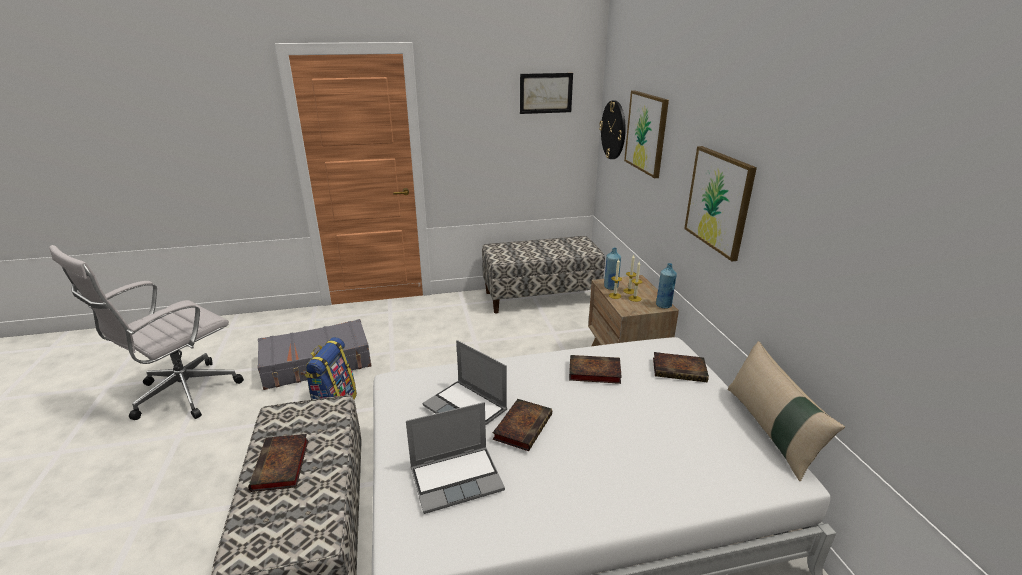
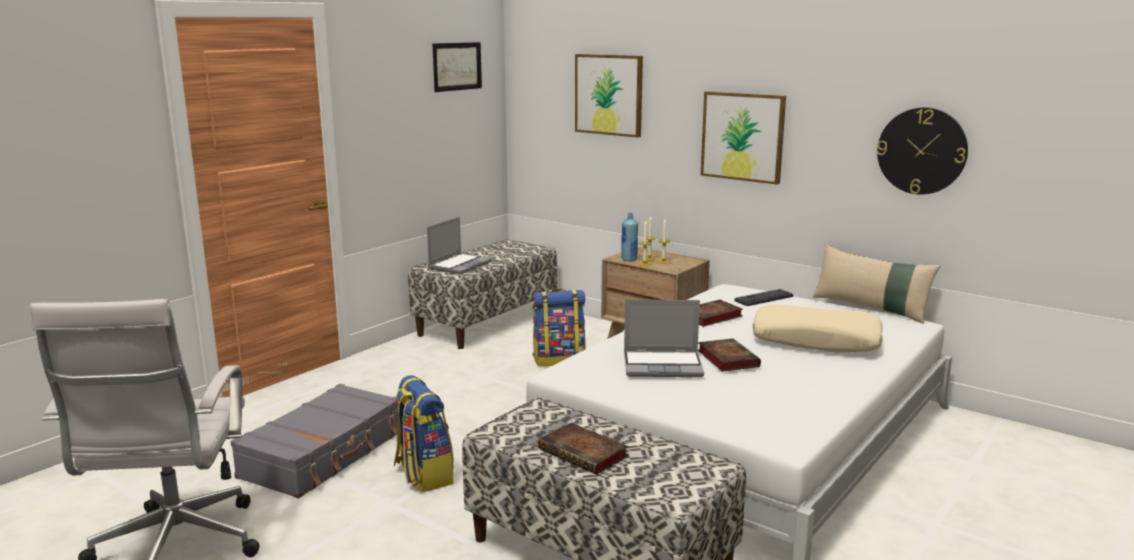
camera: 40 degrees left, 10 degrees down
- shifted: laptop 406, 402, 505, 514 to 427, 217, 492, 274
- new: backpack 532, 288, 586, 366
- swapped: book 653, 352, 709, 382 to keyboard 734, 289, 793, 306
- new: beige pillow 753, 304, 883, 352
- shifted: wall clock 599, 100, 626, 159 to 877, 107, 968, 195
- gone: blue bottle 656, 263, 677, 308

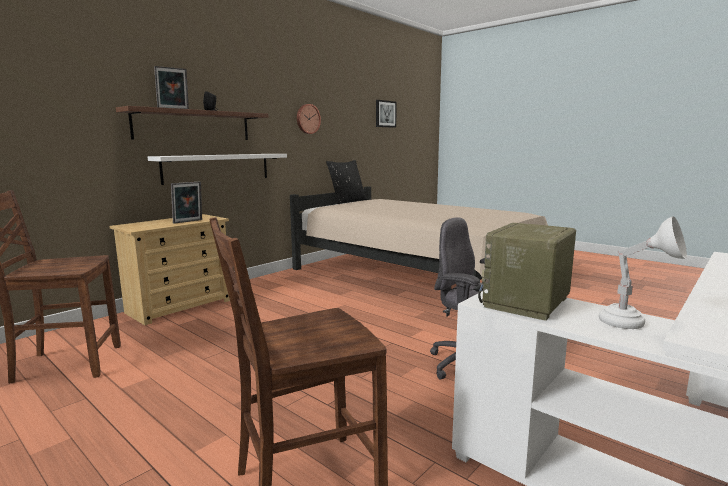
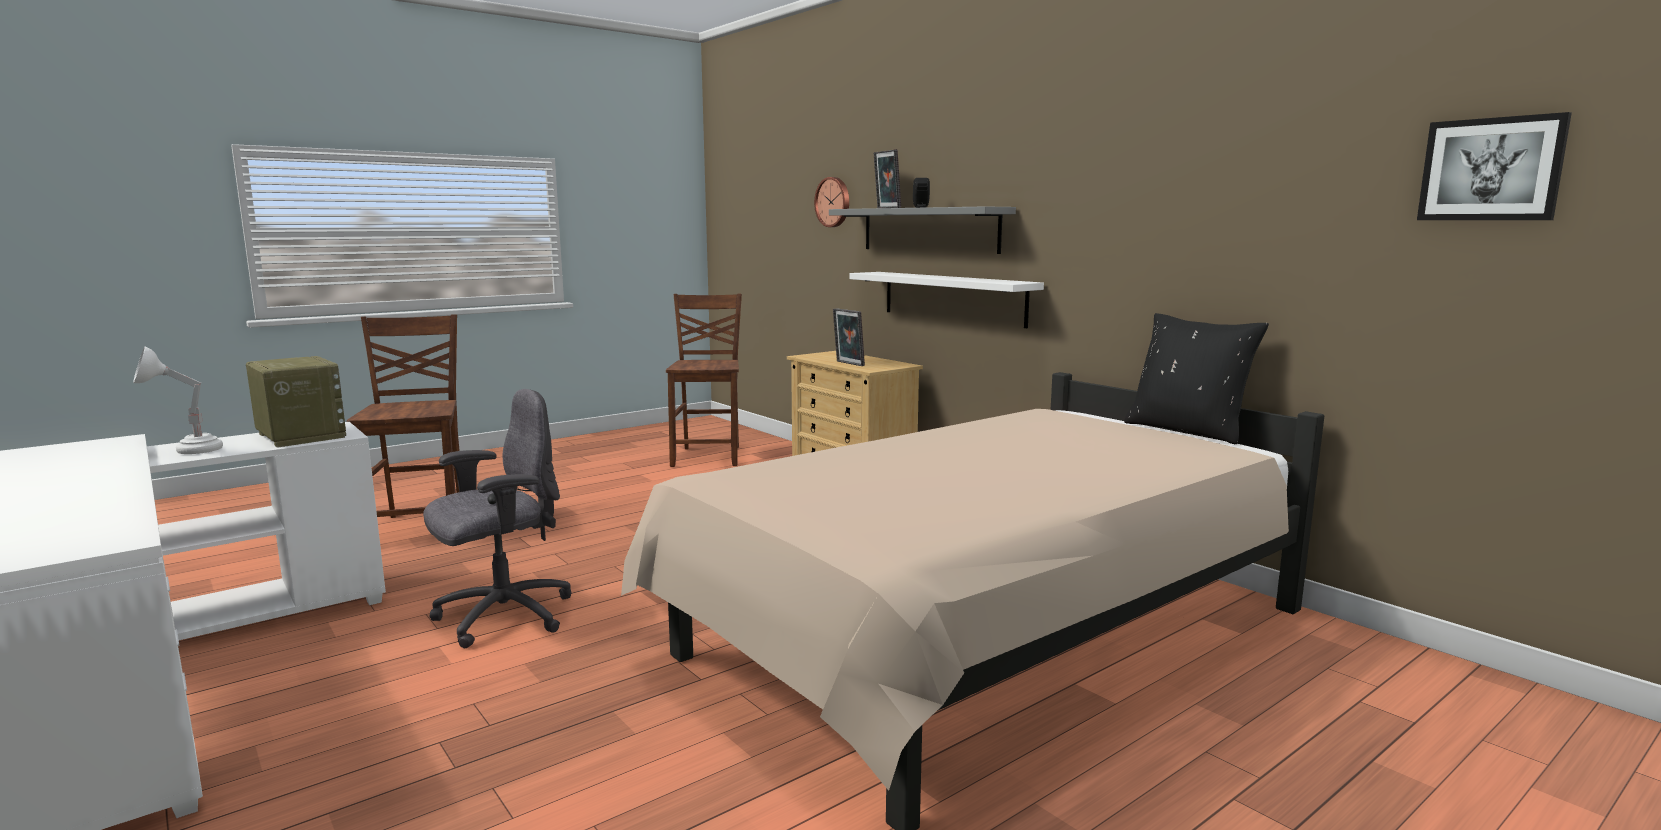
camera: 100 degrees right, 0 degrees up
- shifted: wall clock 297, 104, 321, 134 to 814, 177, 849, 227
- repainted: brown shelf 116, 106, 268, 140 to grey shelf 829, 206, 1016, 254

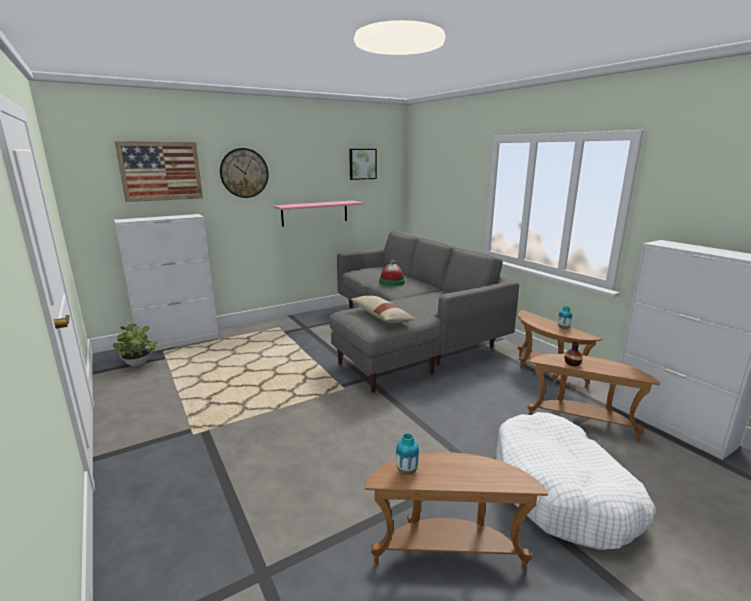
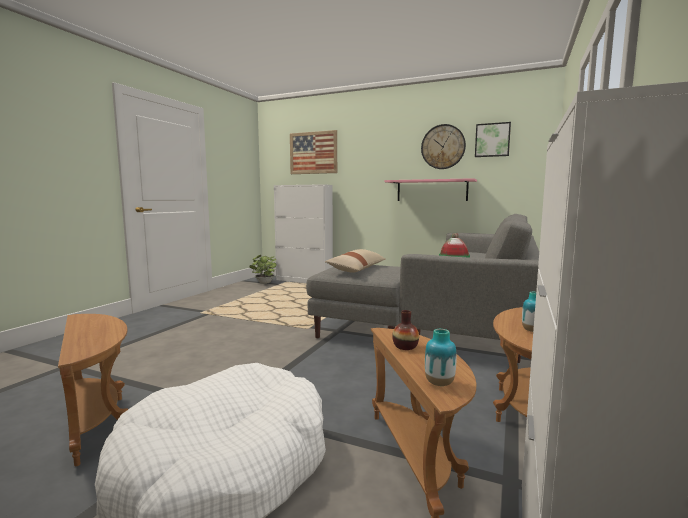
camera: 55 degrees right, 10 degrees down
- shifted: wall clock 220, 148, 269, 198 to 421, 124, 466, 169
- shifted: vase 396, 433, 419, 475 to 425, 329, 456, 386

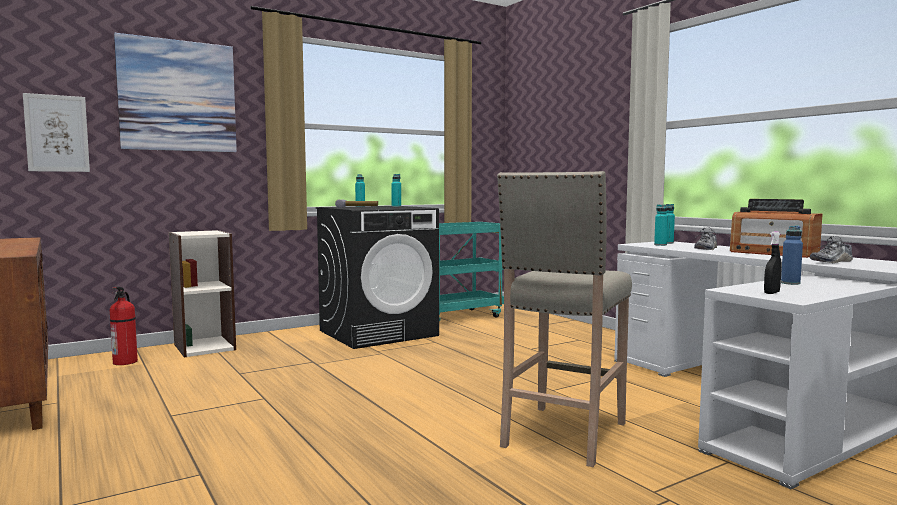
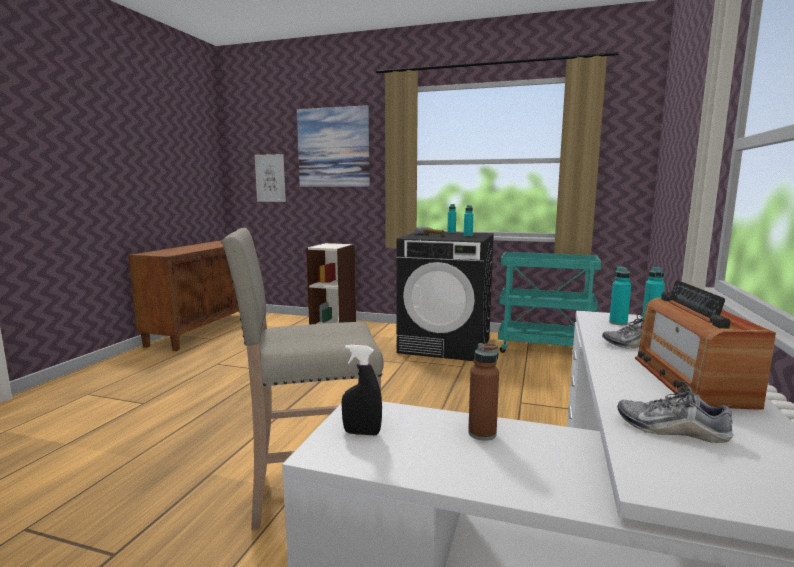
camera: 50 degrees right, 5 degrees up
- repainted: blue bottle 781, 226, 803, 285 to brown bottle 468, 343, 499, 441
- gone: fire extinguisher 110, 287, 138, 365

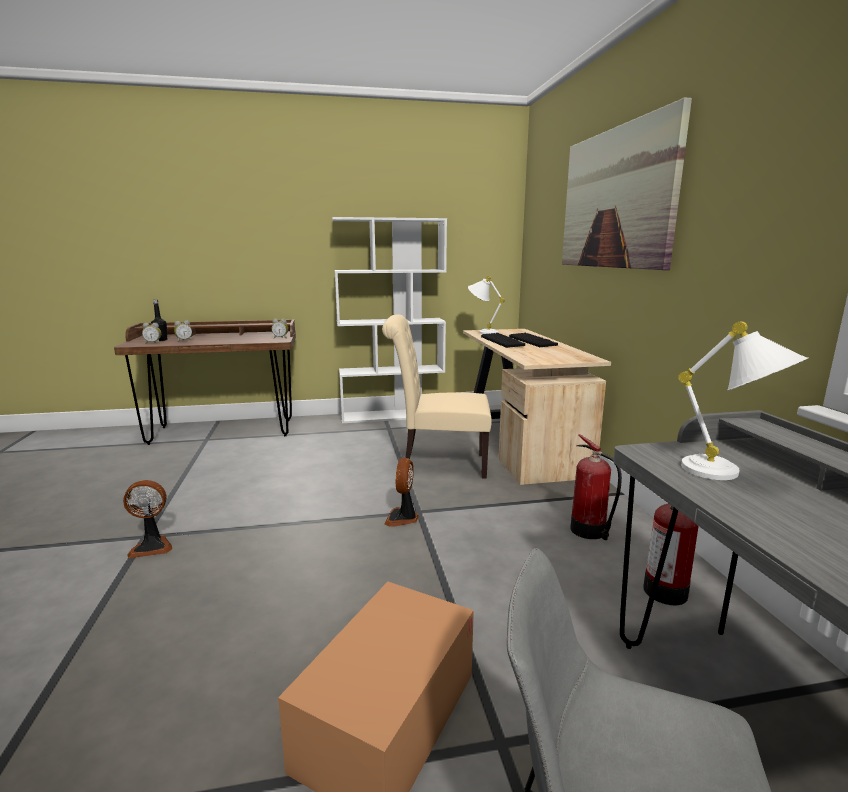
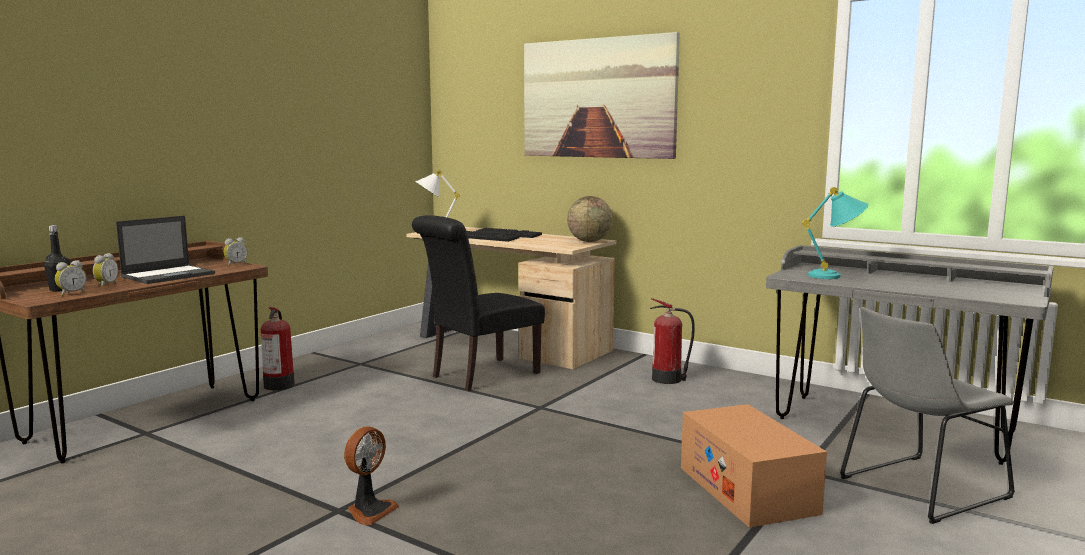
camera: 45 degrees left, 5 degrees down
- new: laptop 116, 216, 215, 284
- shifted: fire extinguisher 643, 504, 699, 605 to 261, 307, 295, 390
- repainted: beige chair 382, 314, 492, 478 to black chair 412, 215, 545, 391
- new: globe 567, 196, 613, 242
- repainted: white table lamp 678, 321, 808, 480 to turquoise table lamp 802, 187, 869, 279
- gone: white bookcase 332, 217, 447, 423
- gone: fan 385, 458, 419, 527

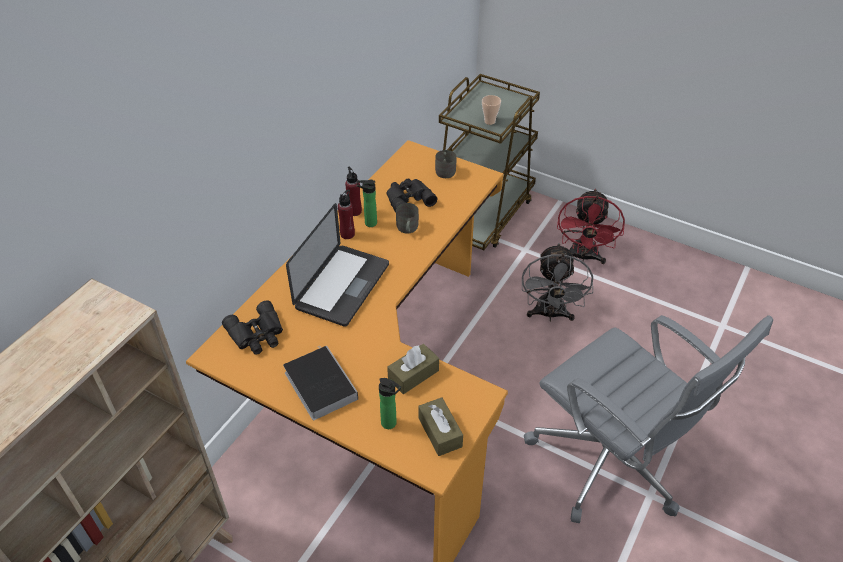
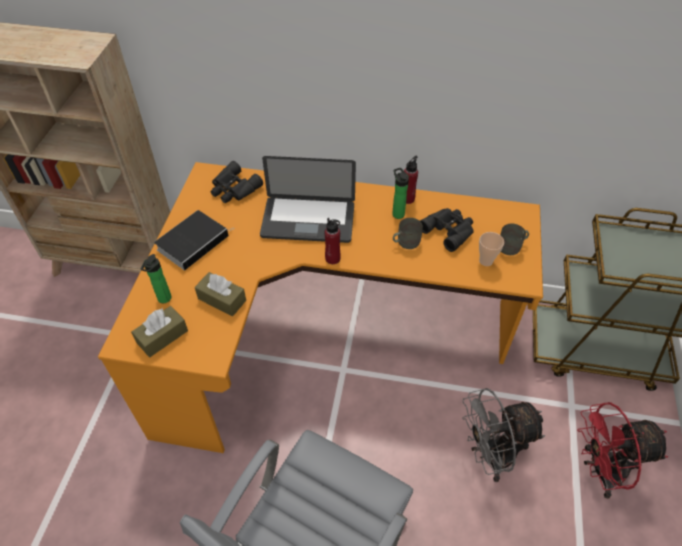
camera: 70 degrees right, 5 degrees up
- shifted: red bottle 338, 189, 355, 239 to 324, 218, 341, 264
- shifted: cup 482, 95, 501, 125 to 479, 232, 504, 266

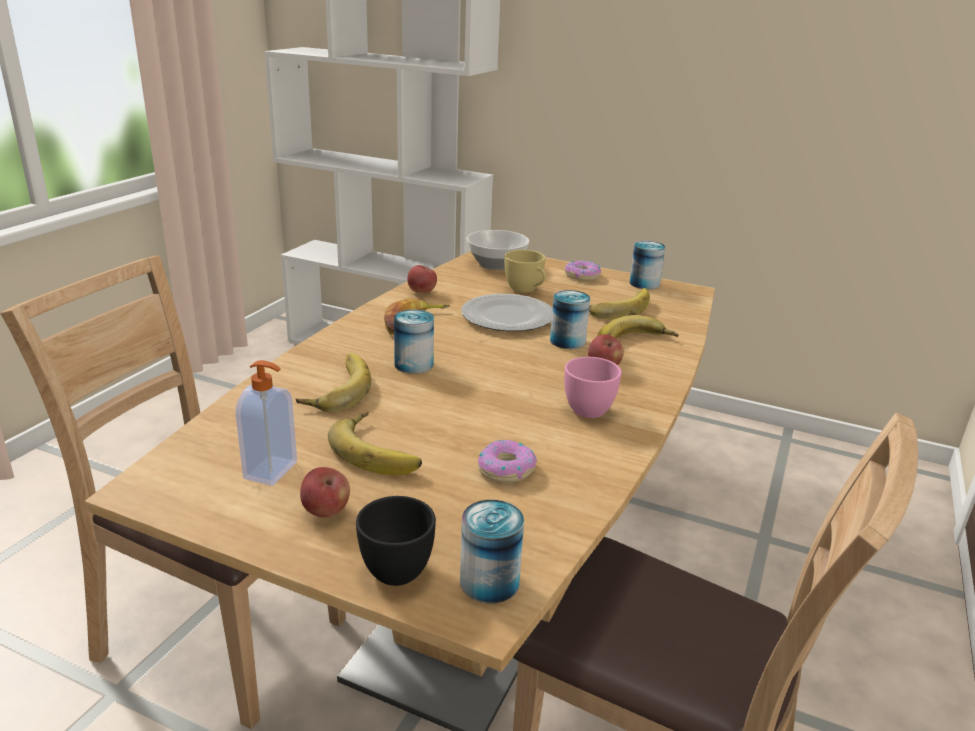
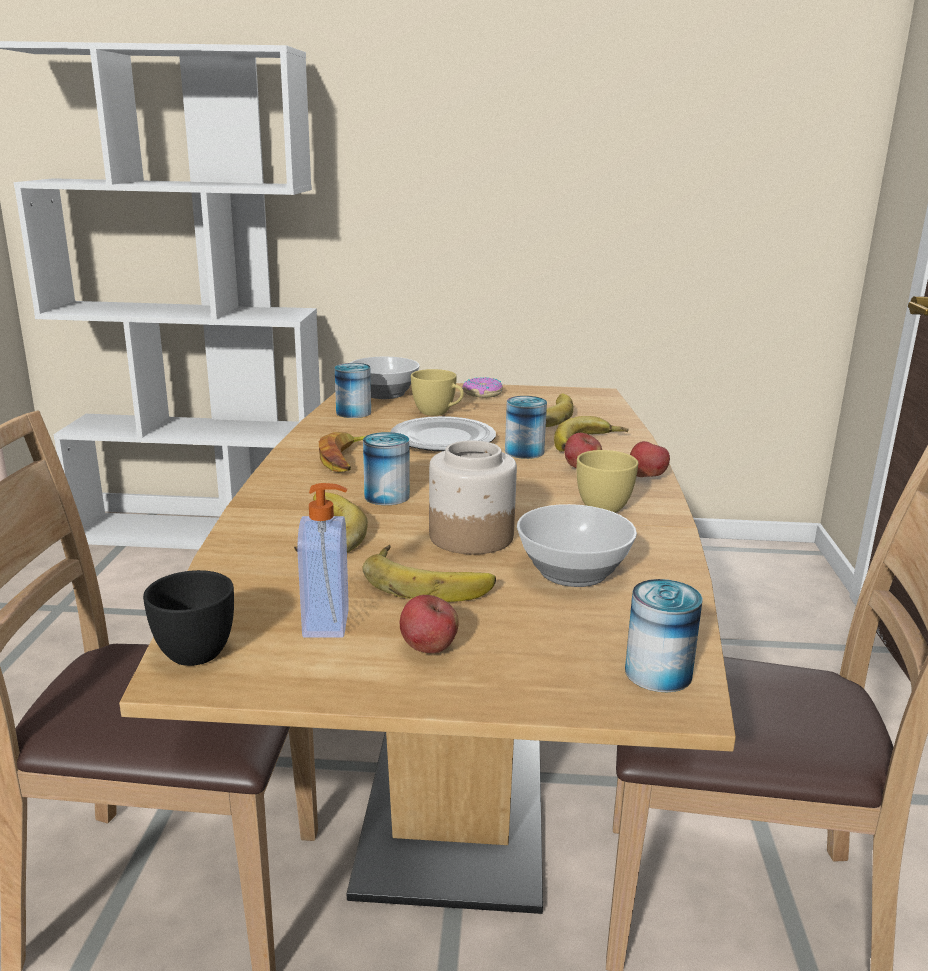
camera: 20 degrees left, 5 degrees down
- shifted: black cup 356, 496, 436, 586 to 143, 570, 234, 666
- shifted: can 630, 241, 665, 290 to 335, 363, 371, 418
- new: jar 429, 440, 517, 554
- swapped: donut 478, 440, 537, 483 to bowl 517, 504, 637, 587
- repainted: pink cup 564, 357, 622, 418 to yellow cup 577, 450, 638, 513
- shifted: apple 407, 265, 437, 293 to 630, 441, 670, 477

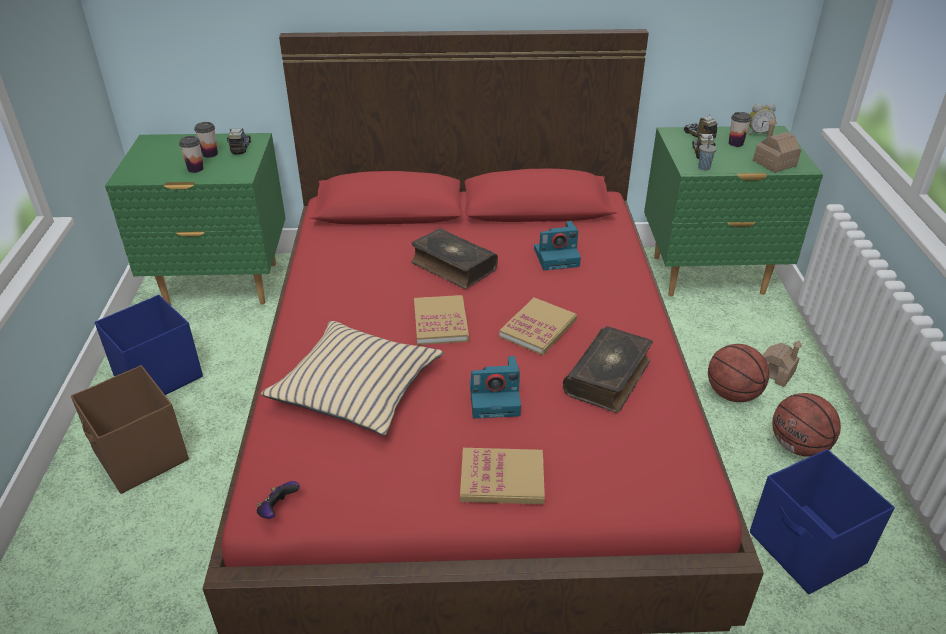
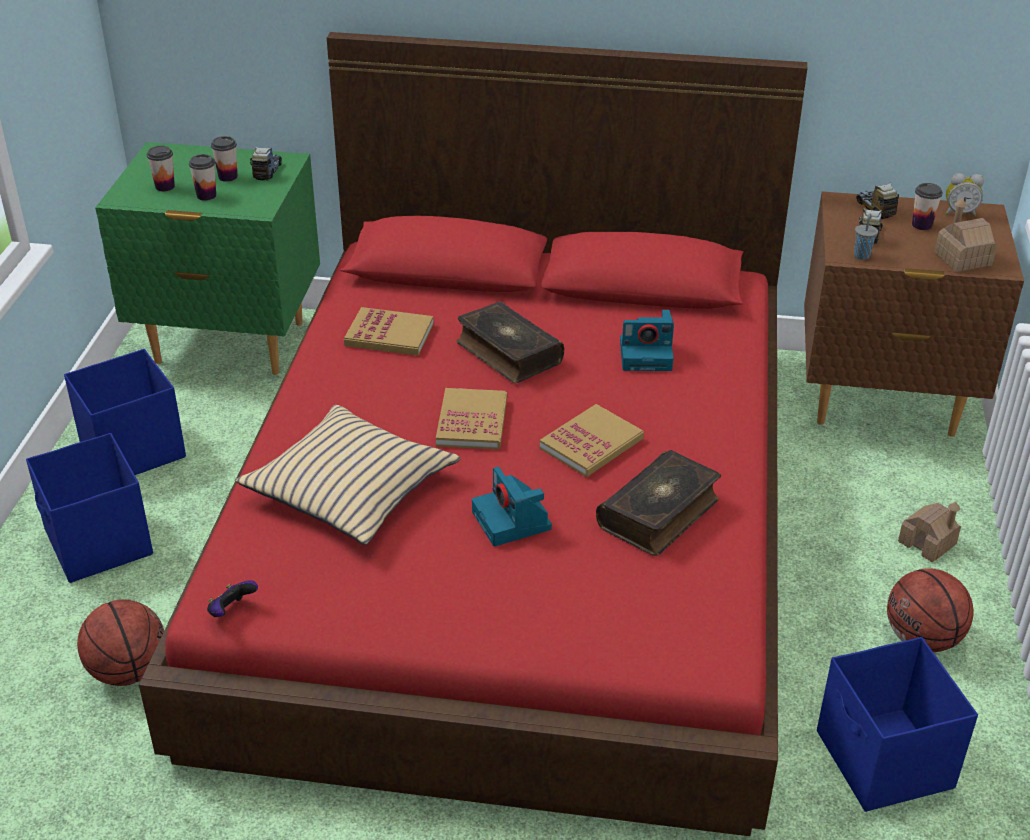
camera: 10 degrees right, 0 degrees up
- repainted: brown storage box 71, 365, 189, 494 to blue storage box 26, 433, 153, 583
- shifted: basketball 708, 344, 770, 402 to 77, 599, 164, 686
- new: cup 147, 146, 175, 192
- shifted: book 460, 448, 545, 504 to 344, 307, 434, 356
- rotated: photo camera 470, 356, 521, 418 = 472, 467, 552, 546 60 degrees clockwise
- repainted: green nightstand 644, 126, 823, 297 to brown nightstand 804, 191, 1024, 437

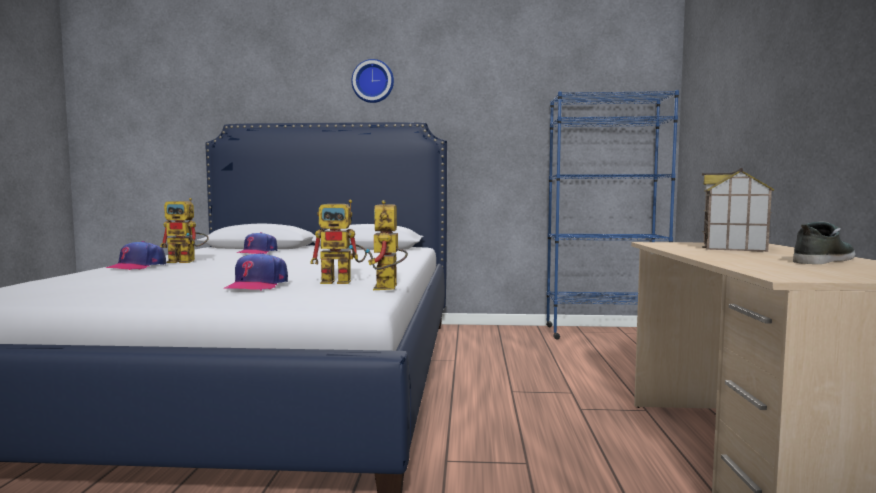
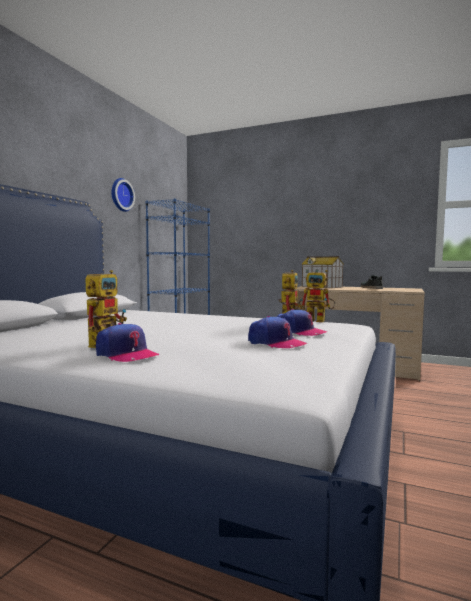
camera: 70 degrees left, 0 degrees up
- shifted: wall clock 351, 59, 394, 103 to 111, 178, 135, 212
- shifted: cap 237, 232, 278, 254 to 248, 316, 307, 348

